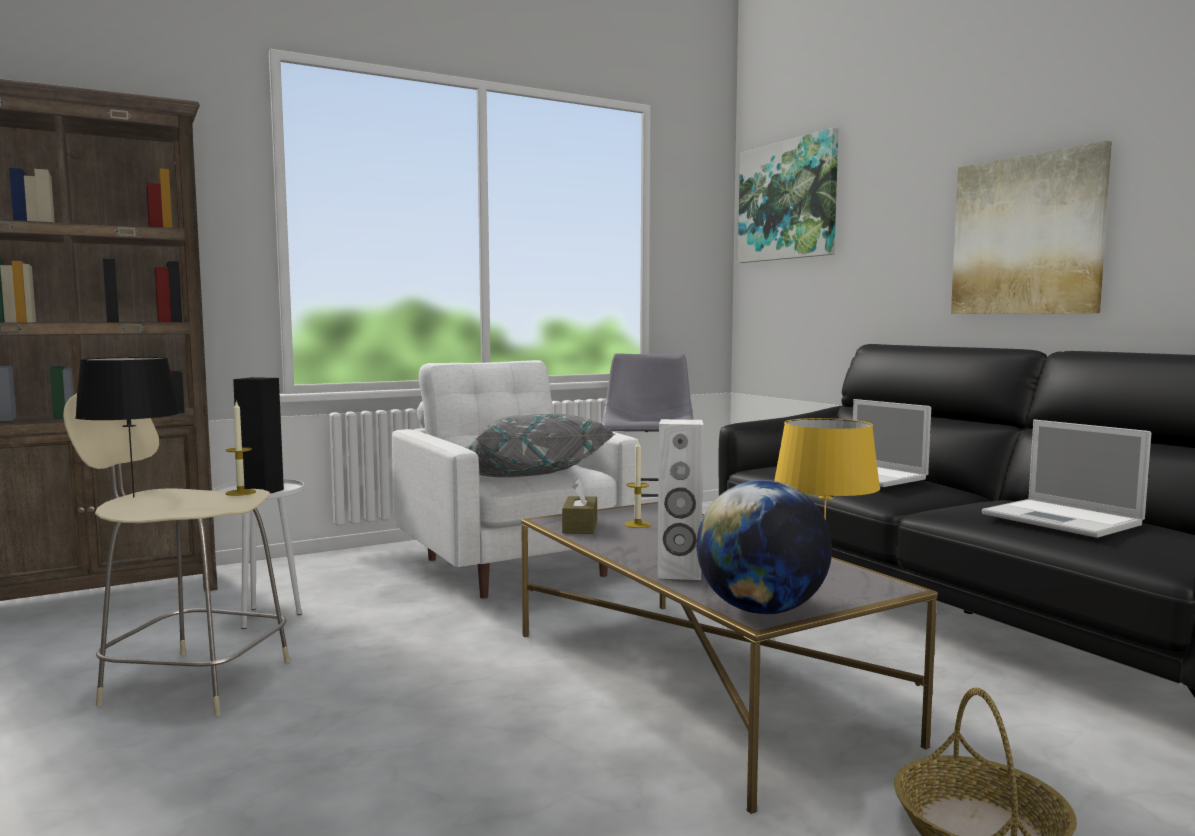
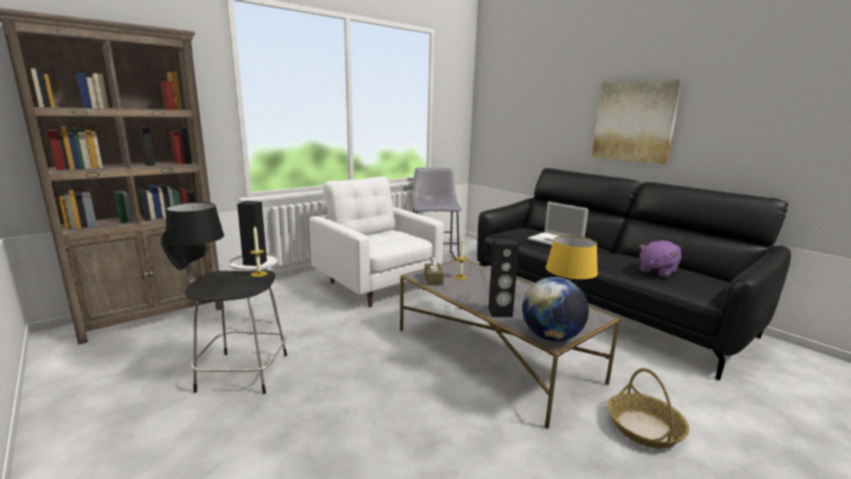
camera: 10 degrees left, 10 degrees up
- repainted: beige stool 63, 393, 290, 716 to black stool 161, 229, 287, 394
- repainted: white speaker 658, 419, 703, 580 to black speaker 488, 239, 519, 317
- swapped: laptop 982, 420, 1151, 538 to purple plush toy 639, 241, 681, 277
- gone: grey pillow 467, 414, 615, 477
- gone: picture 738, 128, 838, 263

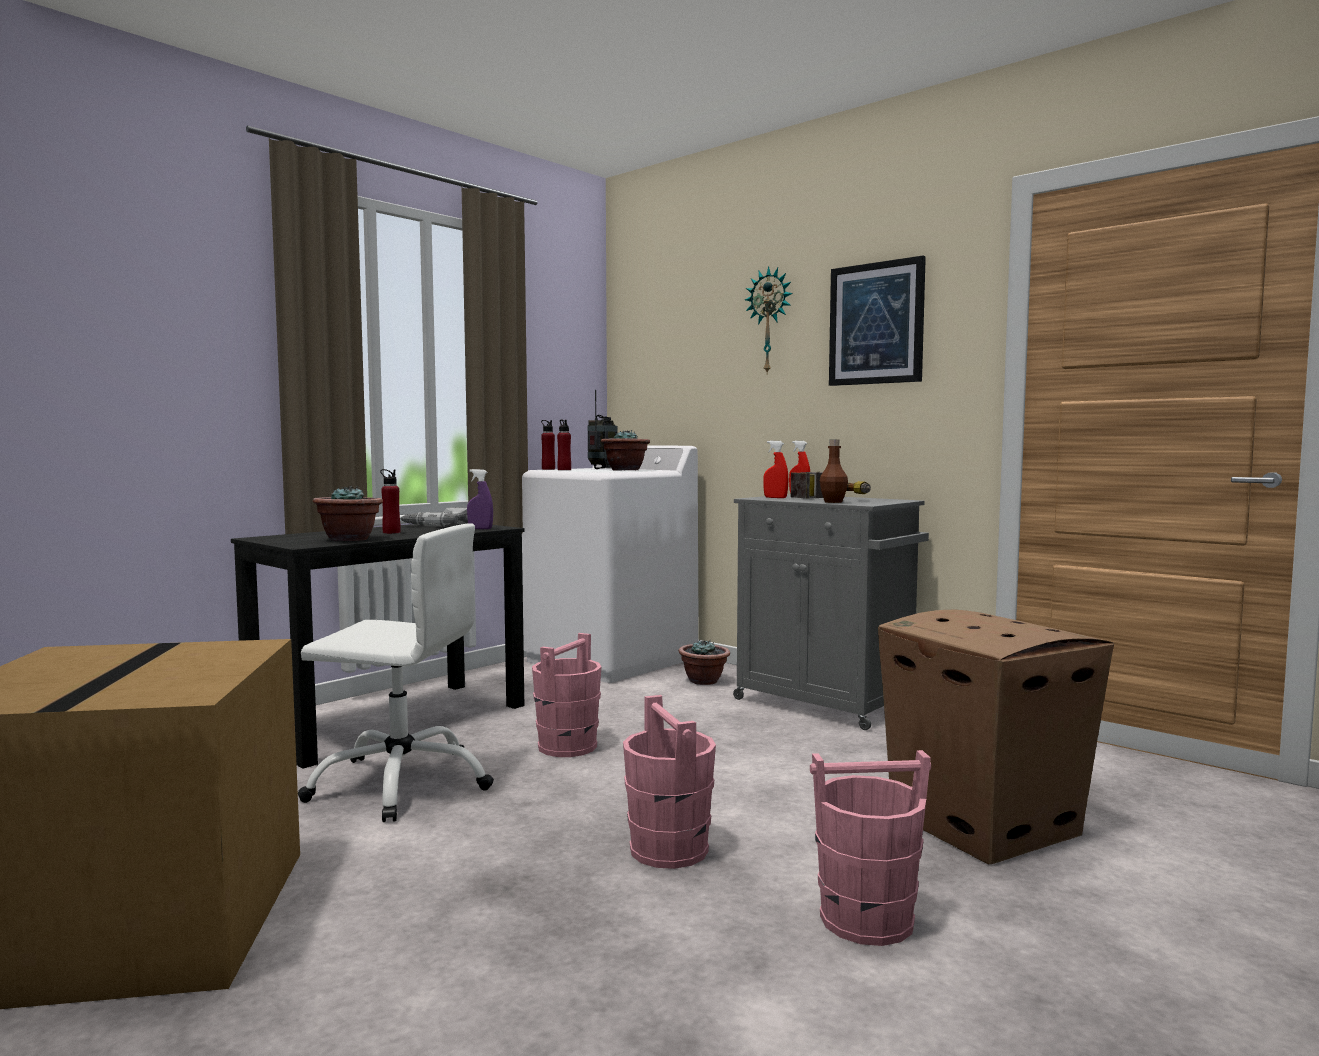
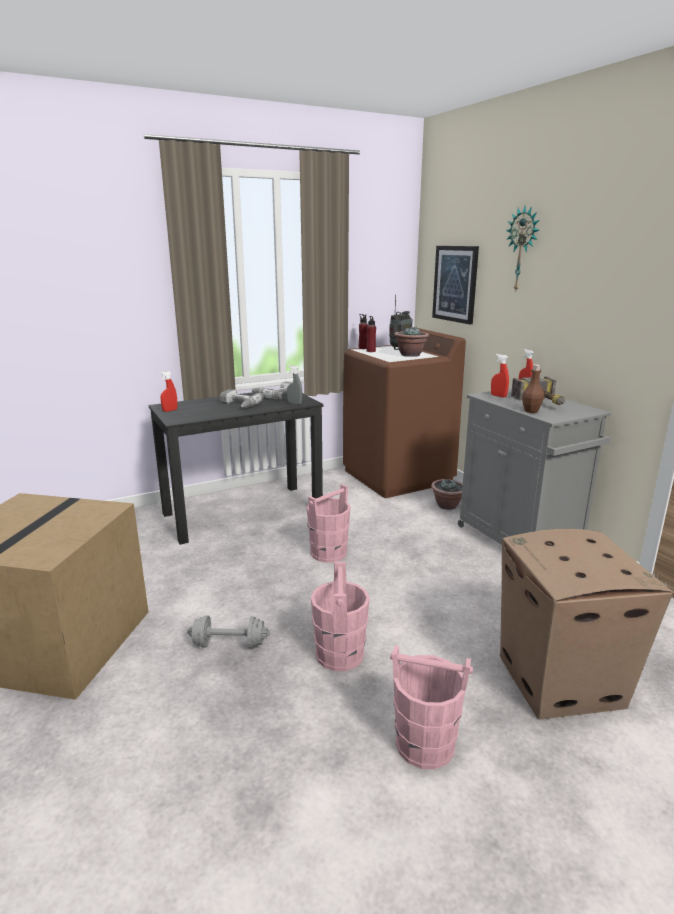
camera: 20 degrees right, 15 degrees up
- new: red spray bottle 160, 371, 178, 412
- new: grey dumbbell 187, 615, 270, 649
- swapped: red bottle 380, 469, 401, 534 to power drill 220, 389, 264, 408
- repainted: purple spray bottle 467, 469, 493, 529 to grey spray bottle 287, 365, 303, 405
- repainted: white washing machine 522, 445, 699, 683 to brown washing machine 343, 327, 466, 498
- shifted: picture 829, 256, 926, 386 to 432, 246, 479, 324
- gone: white office chair 298, 523, 494, 822
- gone: potted plant 313, 486, 383, 541

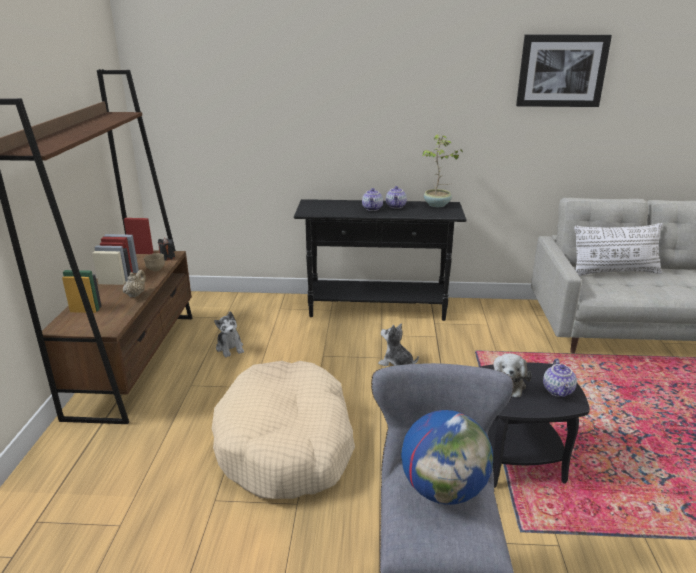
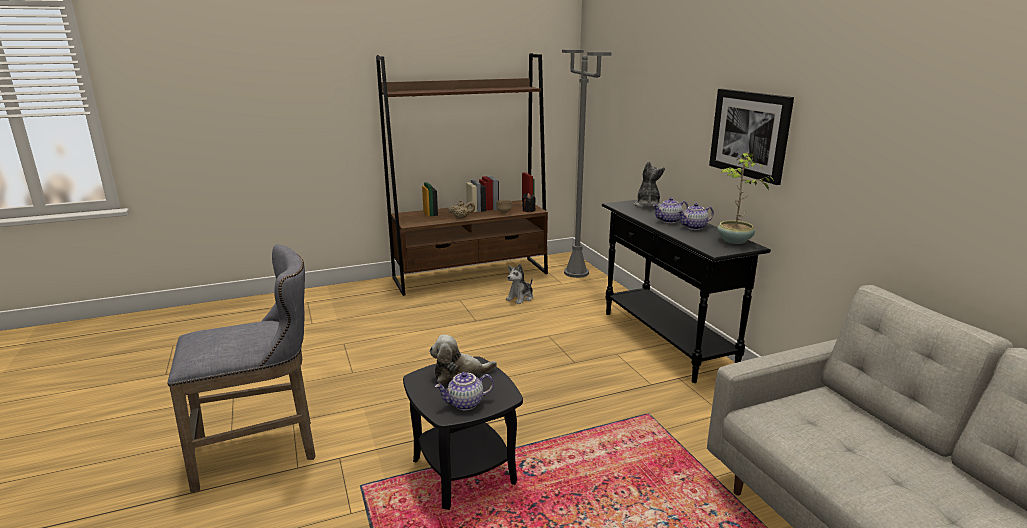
camera: 65 degrees right, 5 degrees down
- new: grey floor lamp 562, 49, 612, 278
- shifted: plush toy 378, 323, 419, 366 to 634, 161, 665, 208
- shifted: picture 516, 34, 612, 107 to 709, 89, 794, 185
- gone: beige dog bed 212, 361, 355, 499
- gone: globe 401, 410, 493, 505
- gone: white pillow 574, 223, 663, 276

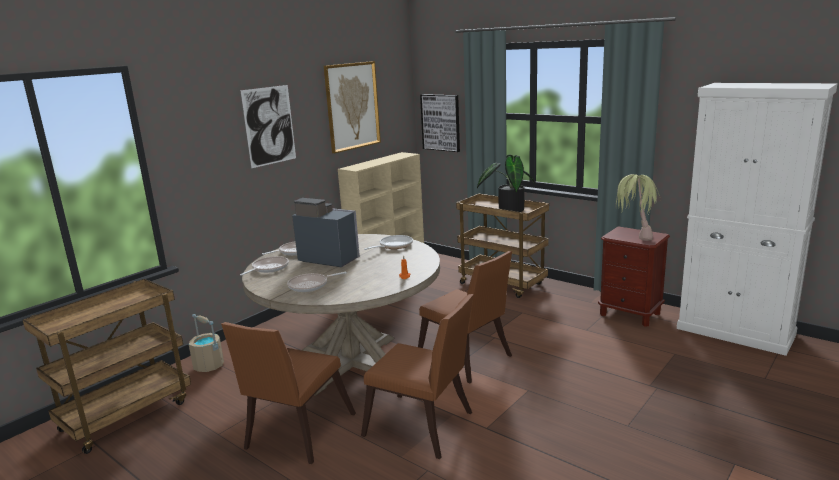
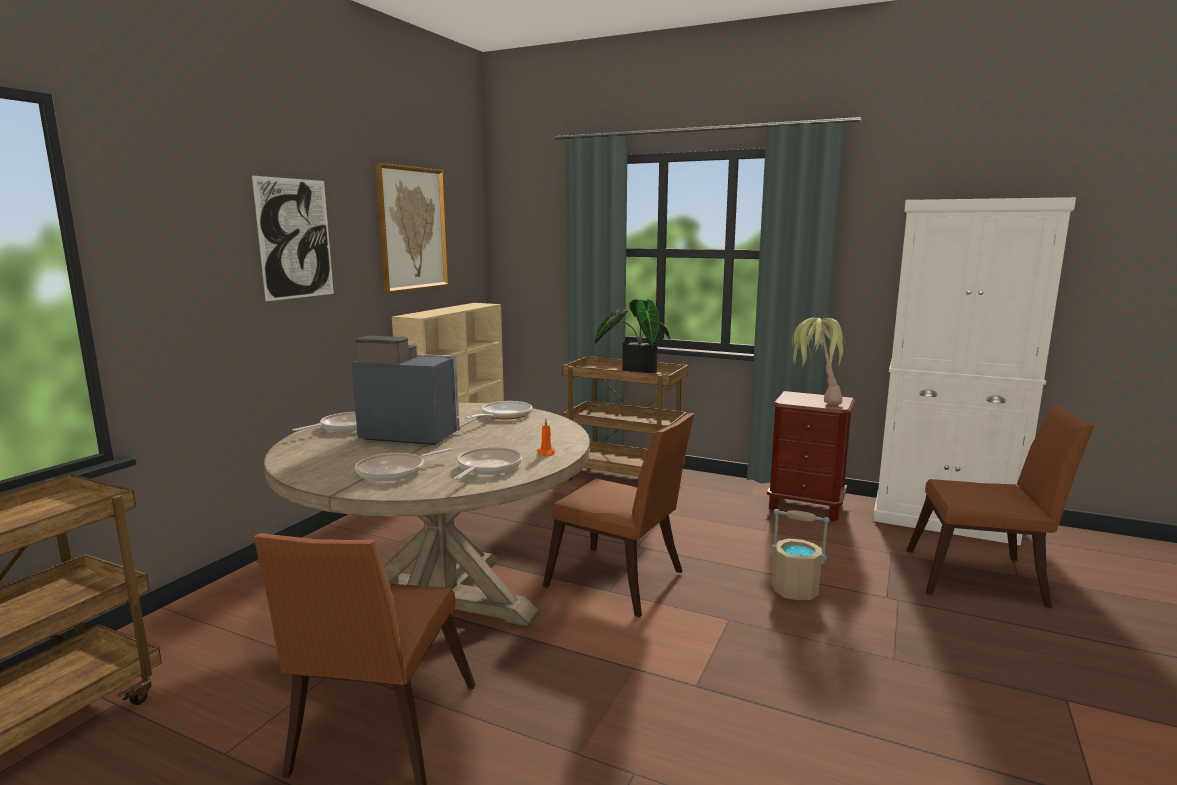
camera: 15 degrees left, 5 degrees down
- shifted: frying pan 240, 256, 289, 276 to 453, 447, 522, 480
- shifted: beige bucket 189, 314, 224, 372 to 771, 509, 830, 600
- shifted: brown chair 361, 294, 474, 459 to 907, 405, 1095, 608
- gone: picture 420, 94, 460, 152

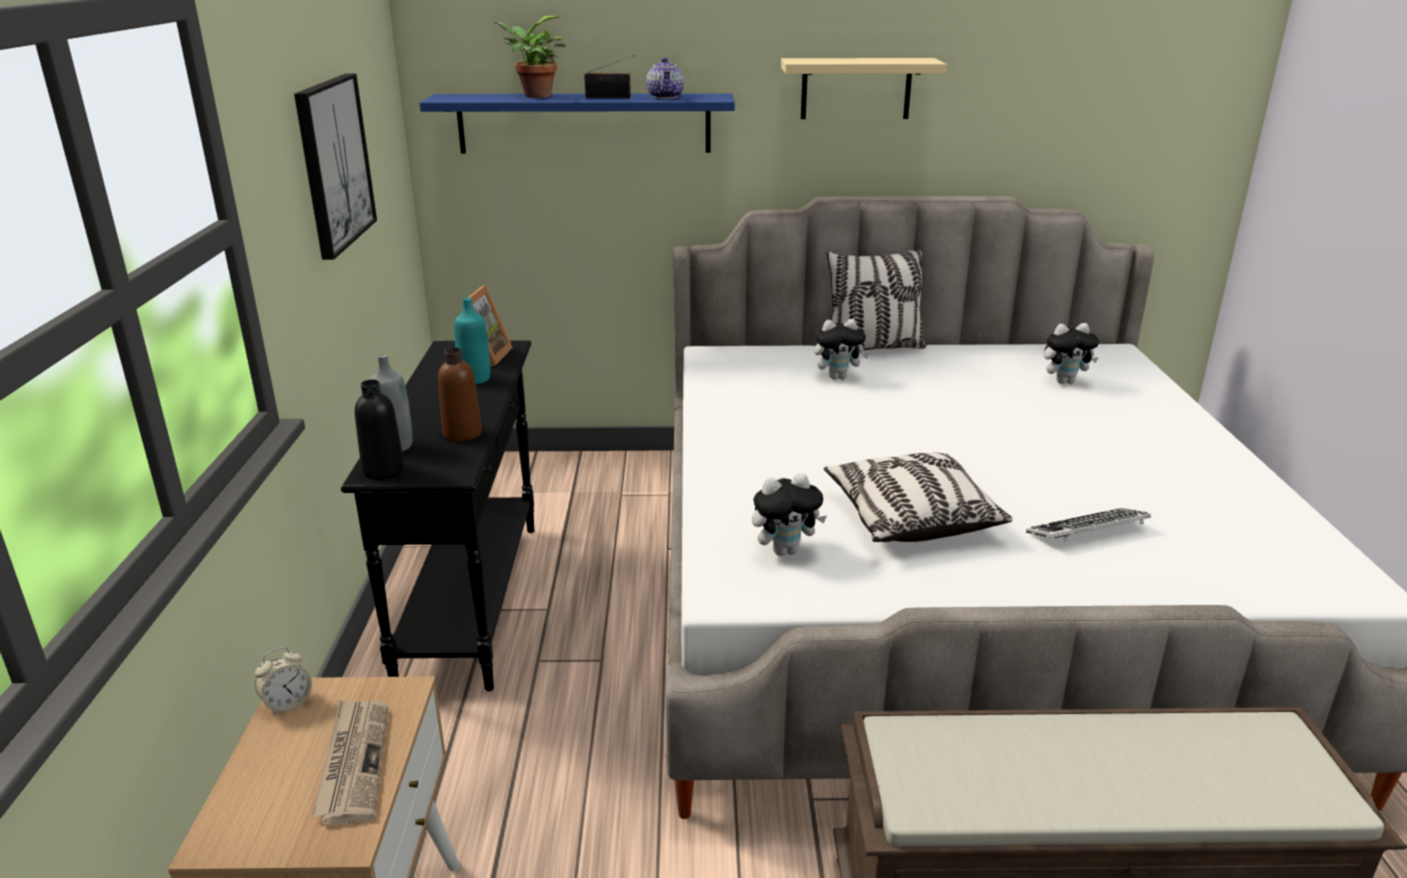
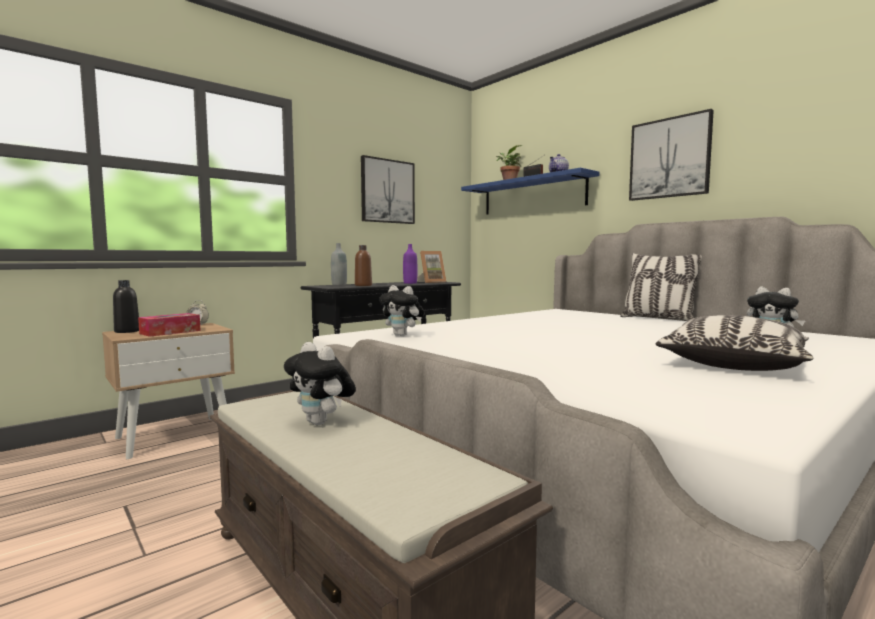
camera: 50 degrees right, 20 degrees down
- shifted: black bottle 355, 379, 405, 480 to 113, 280, 139, 333
- swapped: newspaper 311, 700, 389, 826 to tissue box 138, 313, 201, 337
- shifted: plush toy 814, 319, 870, 379 to 284, 342, 356, 425
- repainted: turquoise bottle 454, 297, 490, 384 to purple bottle 403, 244, 417, 284
- swapped: beige shelf 781, 58, 947, 119 to picture 629, 109, 714, 201
- shifted: pillow 824, 453, 1013, 542 to 655, 315, 813, 371
- gone: keyboard 1026, 508, 1151, 541

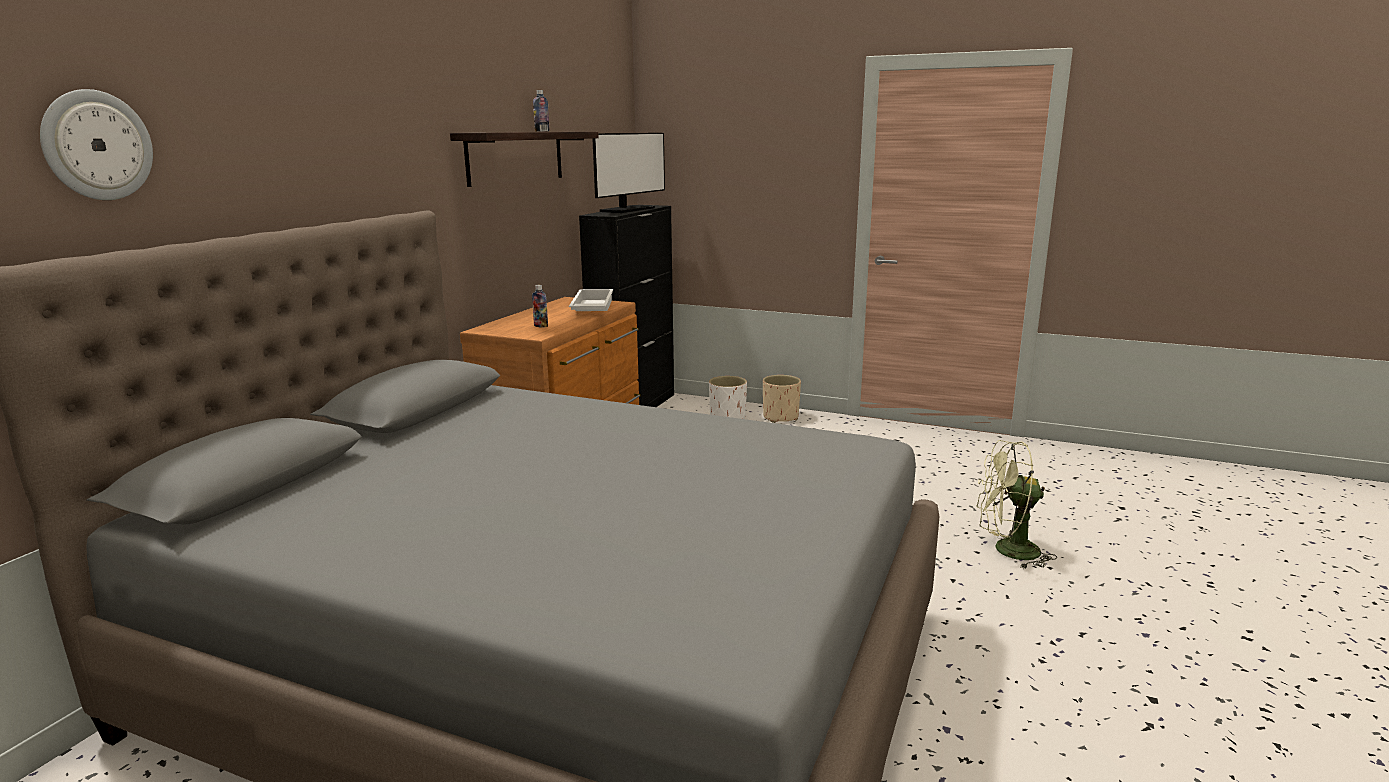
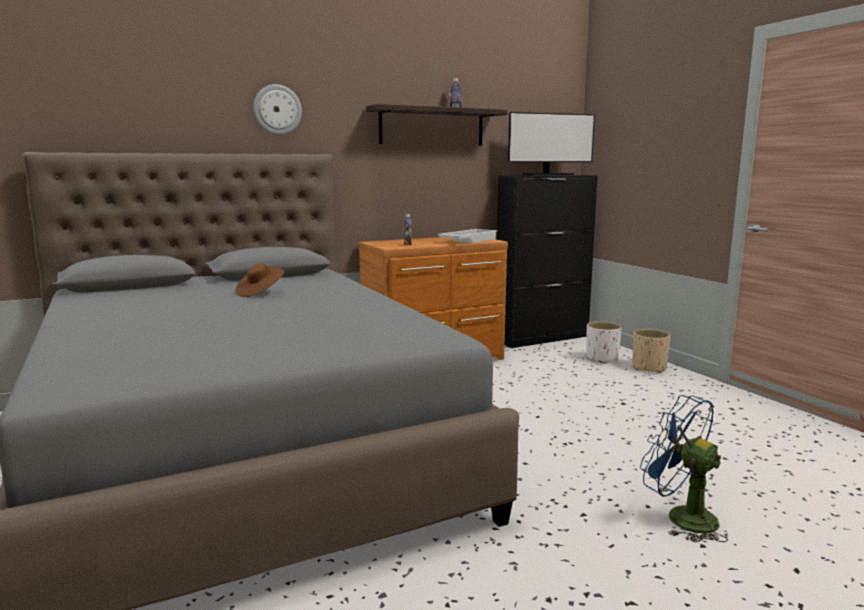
camera: 40 degrees right, 5 degrees down
- new: brown hat 236, 263, 285, 297
- shifted: wall clock 40, 89, 153, 200 to 253, 84, 302, 135
- repainted: green fan 976, 440, 1057, 569 to blue fan 640, 395, 728, 542

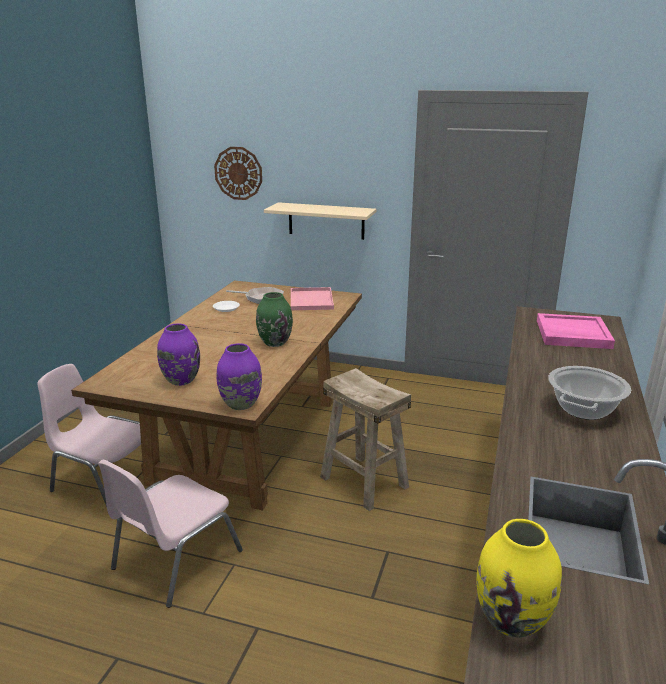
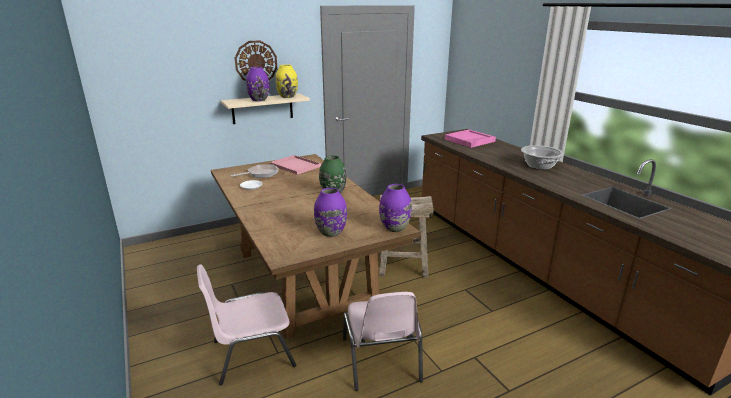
camera: 45 degrees left, 0 degrees up
- shifted: wall clock 214, 147, 262, 200 to 235, 40, 277, 81
- new: purple vase 246, 67, 269, 101
- shifted: yellow vase 476, 519, 562, 638 to 275, 65, 298, 98

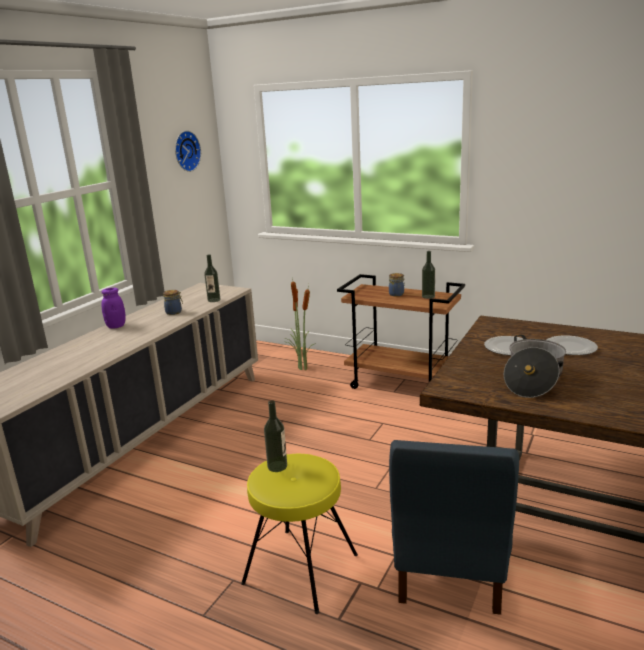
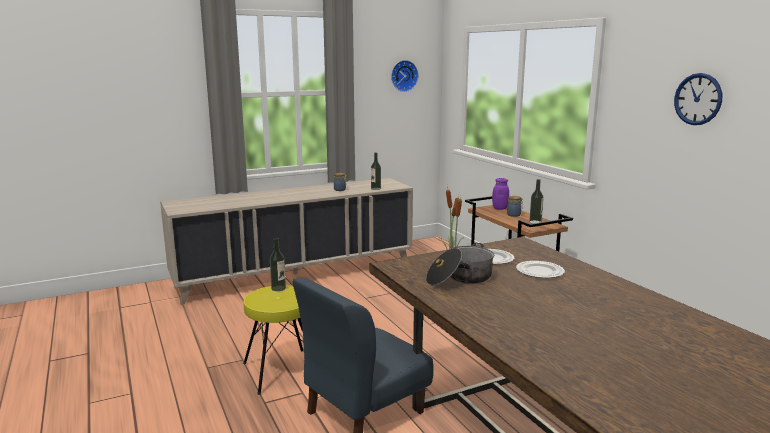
camera: 35 degrees right, 5 degrees down
- shifted: purple jar 101, 288, 126, 329 to 492, 178, 509, 210
- new: wall clock 674, 73, 722, 125

